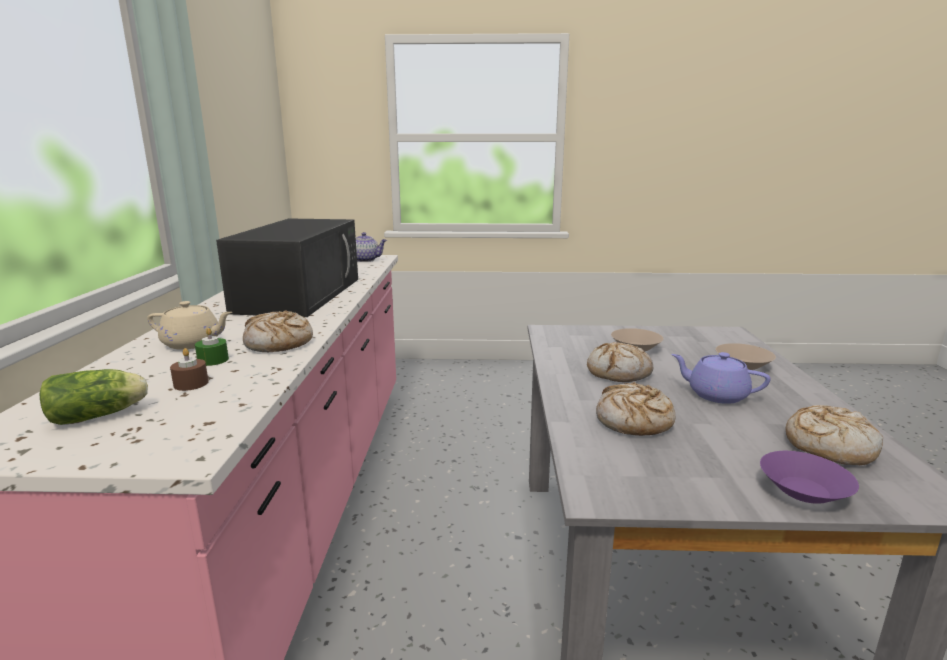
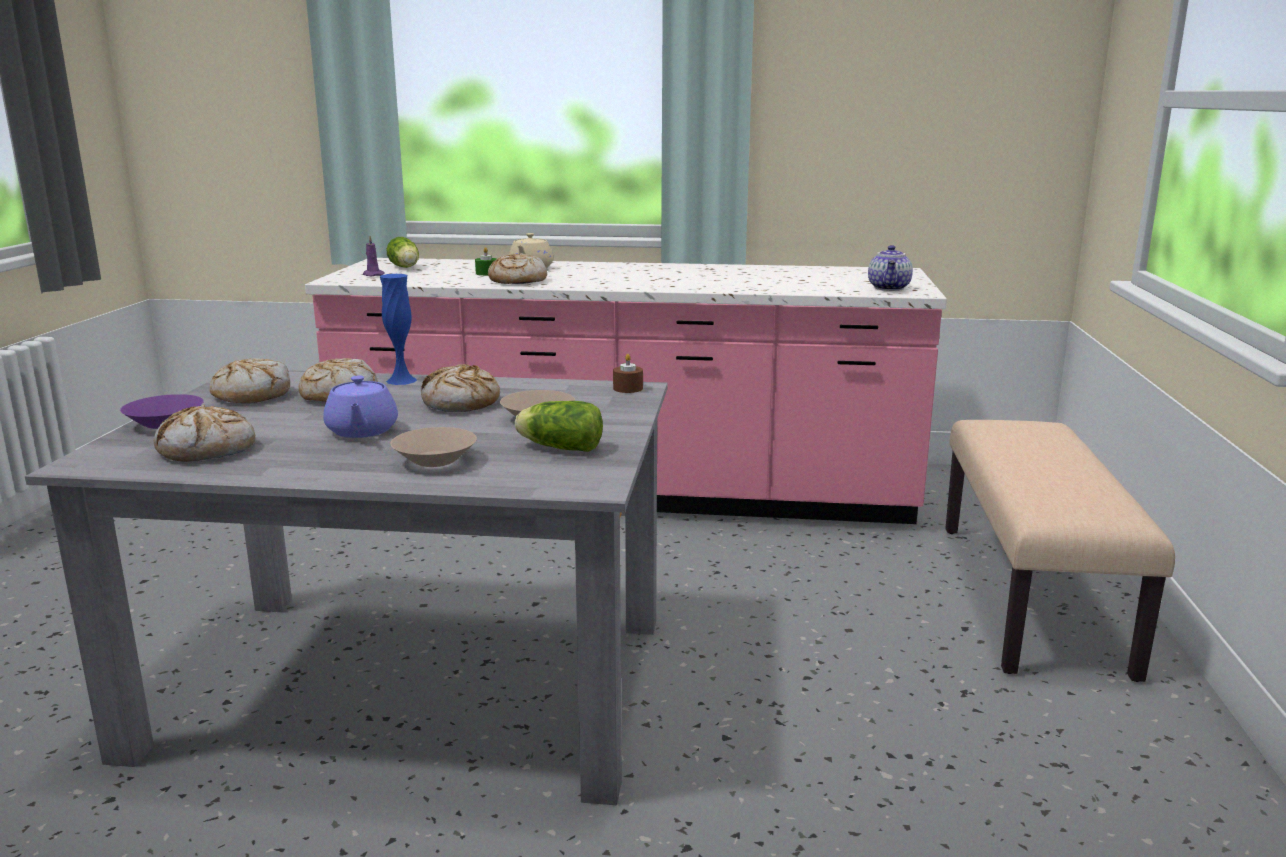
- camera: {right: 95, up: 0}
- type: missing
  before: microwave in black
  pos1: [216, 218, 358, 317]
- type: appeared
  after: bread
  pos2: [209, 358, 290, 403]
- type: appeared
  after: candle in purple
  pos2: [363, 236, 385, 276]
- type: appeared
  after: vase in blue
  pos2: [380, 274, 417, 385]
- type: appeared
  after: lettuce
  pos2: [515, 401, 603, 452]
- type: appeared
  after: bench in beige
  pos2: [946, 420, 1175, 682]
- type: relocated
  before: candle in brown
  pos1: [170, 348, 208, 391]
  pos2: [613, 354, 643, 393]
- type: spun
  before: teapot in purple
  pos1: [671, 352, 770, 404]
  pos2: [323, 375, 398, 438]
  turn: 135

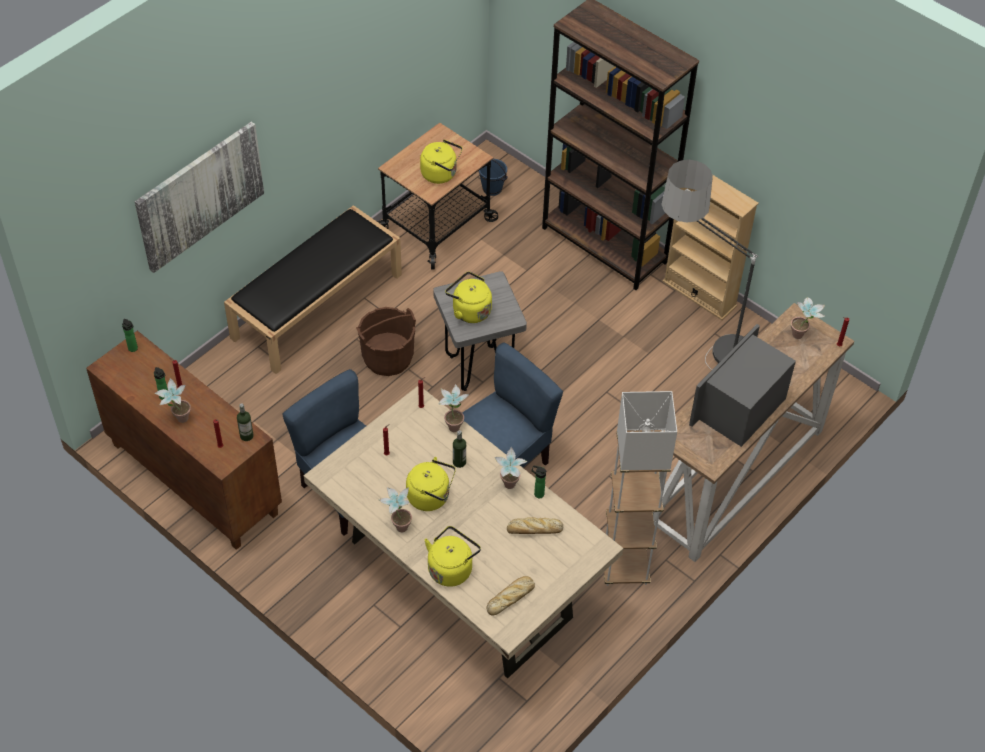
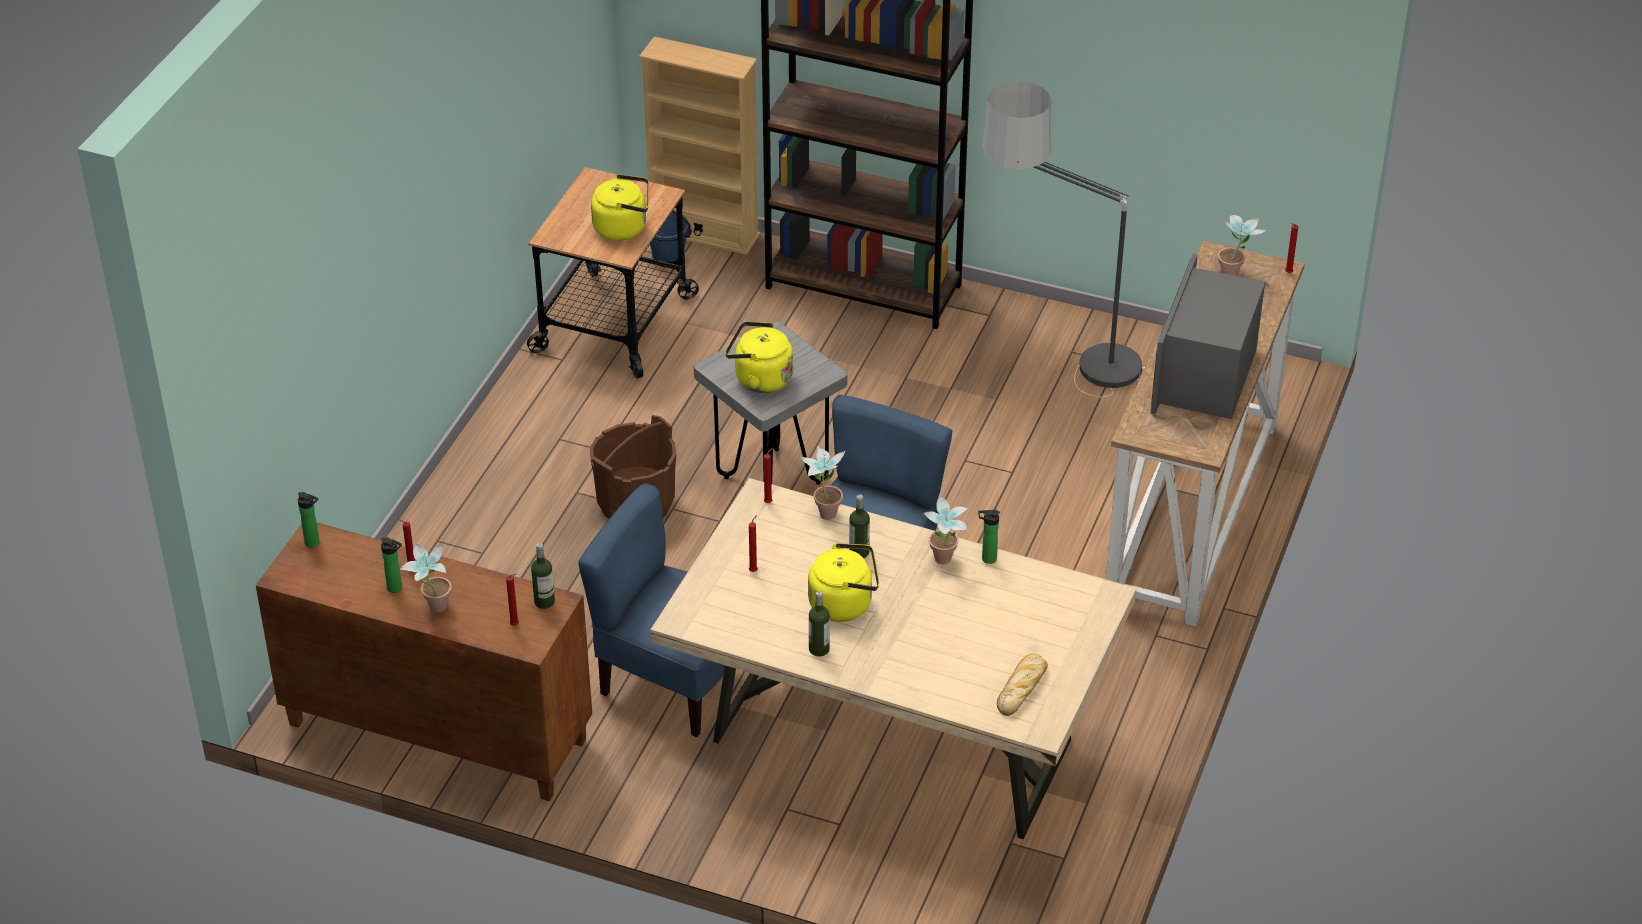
- camera: {right: -20, up: -10}
- type: missing
  before: picture
  pos1: [135, 122, 264, 273]
- type: missing
  before: bench in black
  pos1: [224, 205, 402, 374]
- type: missing
  before: kettle in yellow
  pos1: [425, 526, 481, 587]
- type: missing
  before: bread
  pos1: [507, 517, 563, 534]
- type: missing
  before: floor lamp in white
  pos1: [604, 391, 677, 586]
- type: relocated
  before: bookcase in beige
  pos1: [662, 175, 759, 320]
  pos2: [639, 37, 760, 255]
- type: exchanged
  before: potted plant
  after: bottle
  pos1: [378, 487, 412, 532]
  pos2: [809, 591, 830, 656]

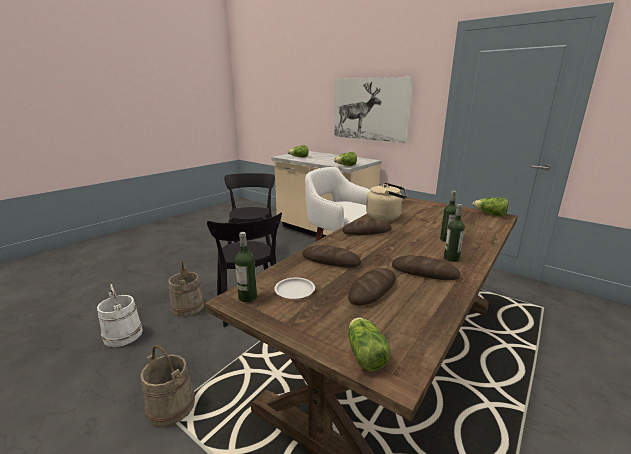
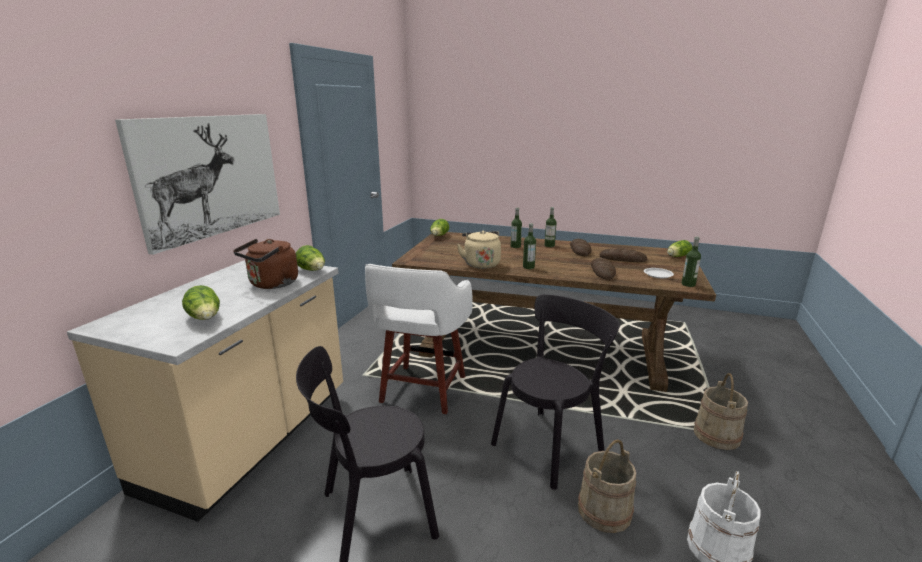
- camera: {right: -110, up: 0}
- type: appeared
  after: kettle in brown
  pos2: [233, 239, 298, 289]
- type: exchanged
  before: bread
  after: bottle
  pos1: [342, 220, 392, 235]
  pos2: [523, 223, 536, 269]

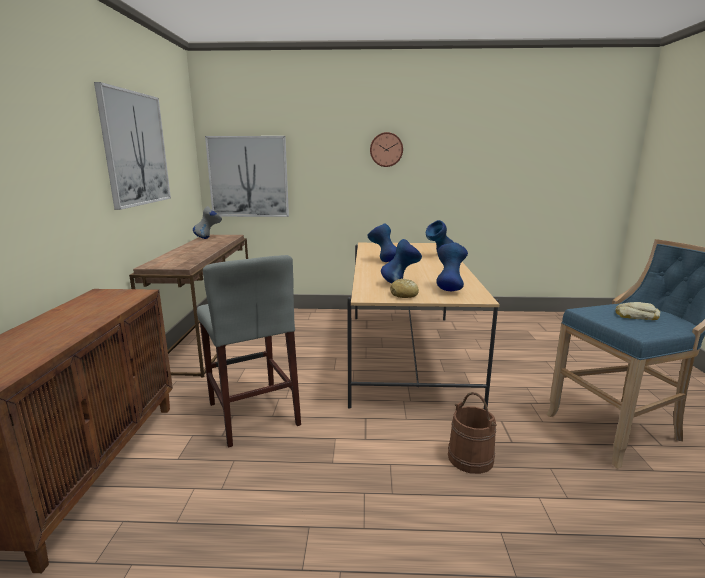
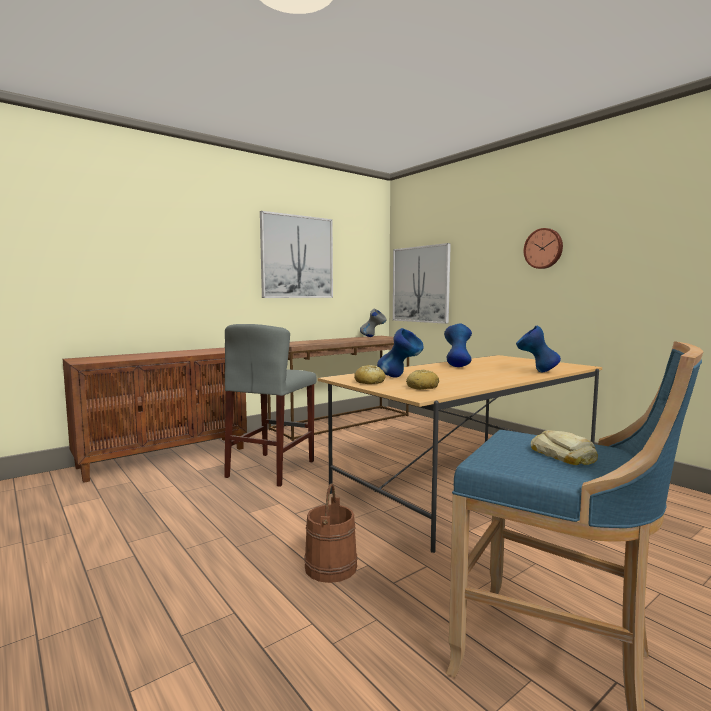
- camera: {right: 50, up: -10}
- type: exchanged
  before: vase in blue
  after: bread
  pos1: [436, 242, 468, 291]
  pos2: [406, 369, 439, 390]

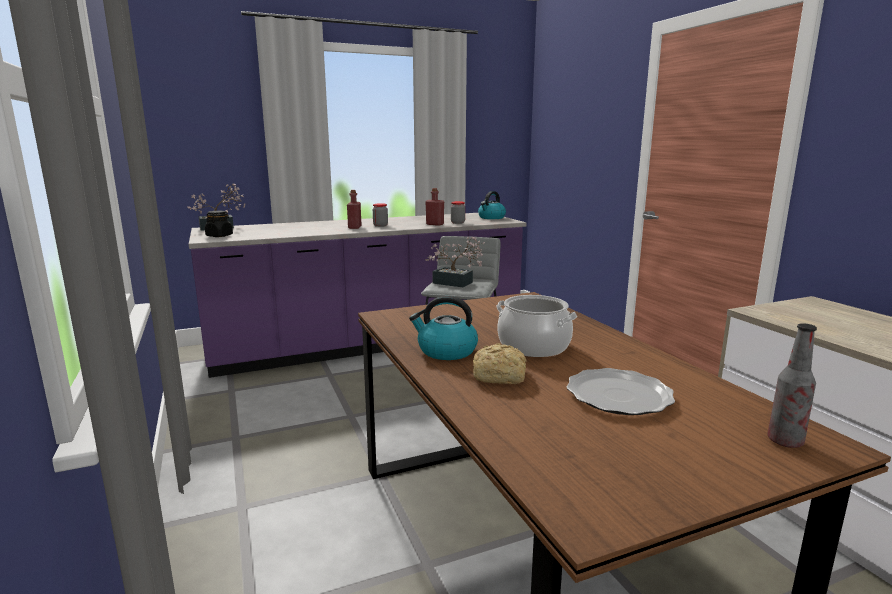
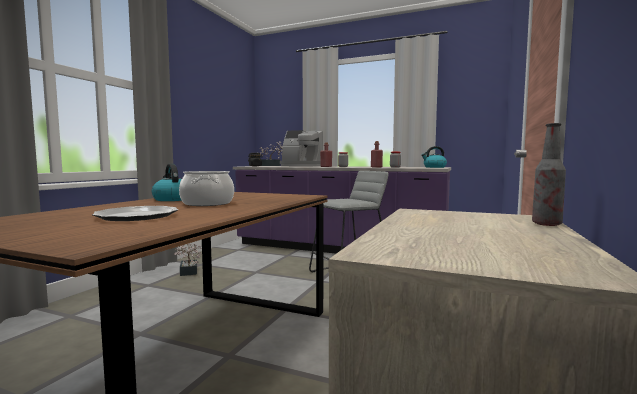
- camera: {right: 45, up: -10}
- type: missing
  before: bread
  pos1: [473, 343, 527, 384]
- type: appeared
  after: coffee machine
  pos2: [280, 130, 323, 166]
- type: relocated
  before: potted plant
  pos1: [425, 236, 485, 287]
  pos2: [174, 243, 202, 276]
- type: relocated
  before: bottle
  pos1: [768, 323, 817, 448]
  pos2: [532, 123, 566, 226]

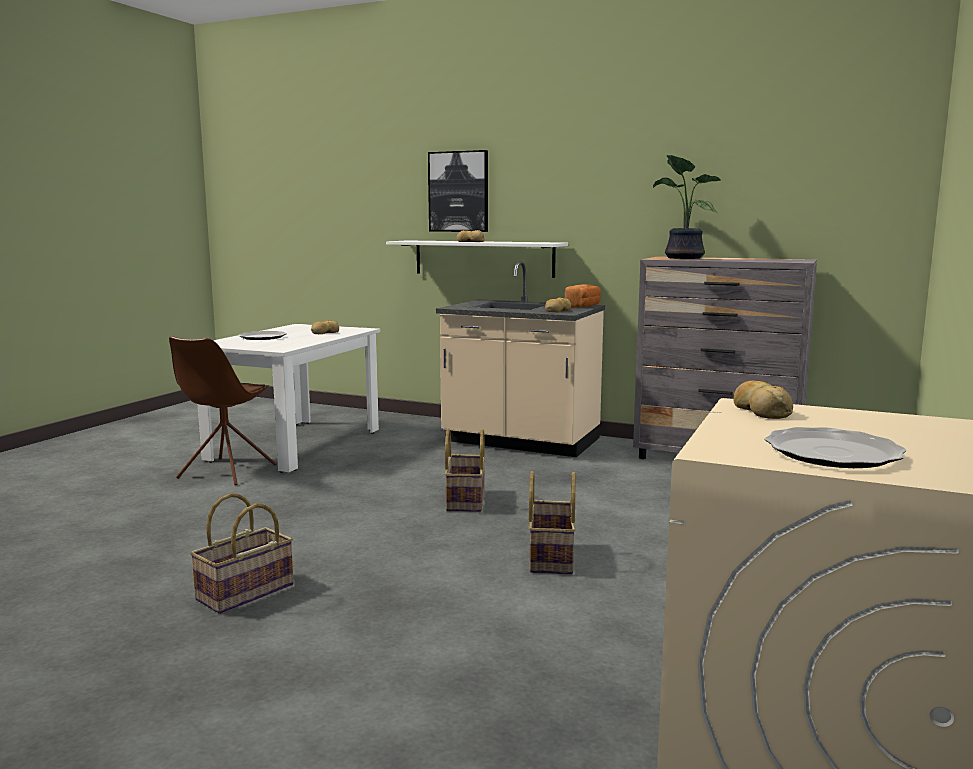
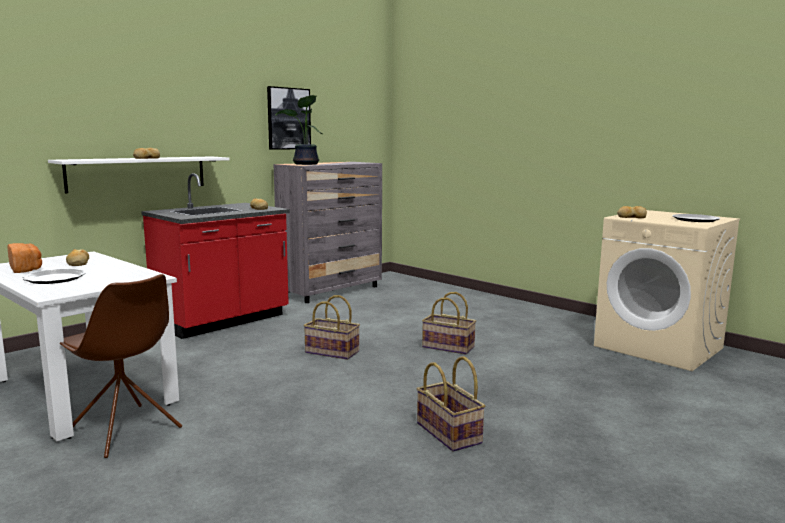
- camera: {right: -70, up: 0}
- type: relocated
  before: picture
  pos1: [428, 150, 488, 232]
  pos2: [267, 86, 311, 150]
- type: relocated
  before: bread
  pos1: [565, 284, 601, 308]
  pos2: [7, 243, 42, 273]
- type: colour
  before: counter in beige
  after: counter in red
  pos1: [436, 261, 605, 457]
  pos2: [141, 173, 290, 339]

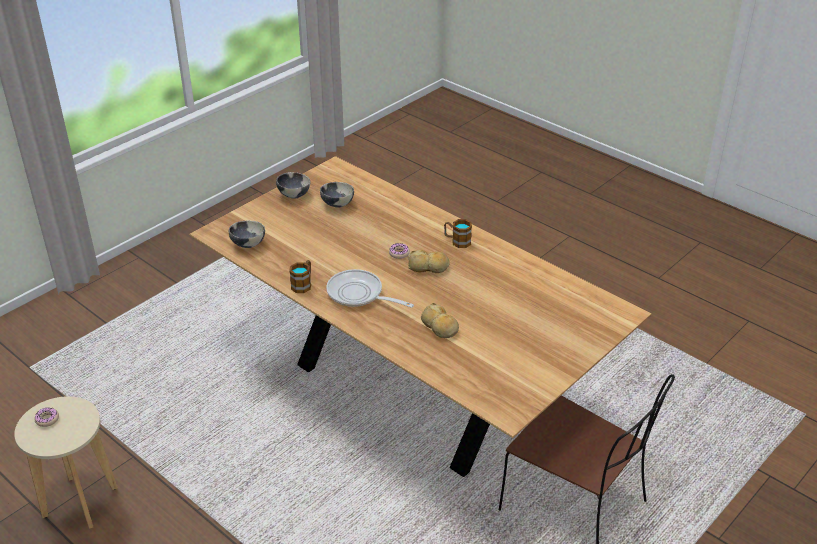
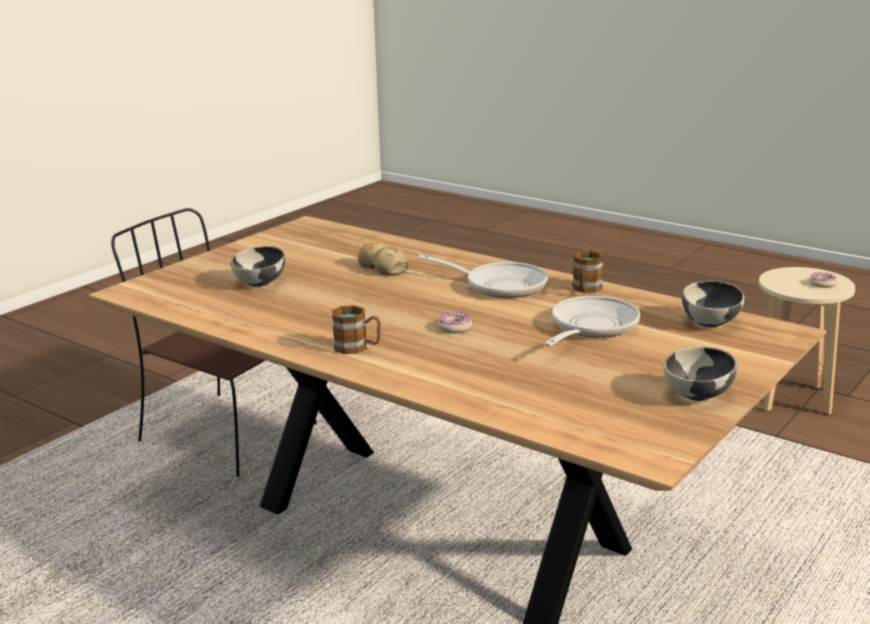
- camera: {right: 175, up: -15}
- type: missing
  before: bread
  pos1: [408, 250, 450, 273]
- type: appeared
  after: frying pan
  pos2: [544, 296, 640, 347]
- type: relocated
  before: bowl
  pos1: [320, 182, 354, 208]
  pos2: [231, 246, 285, 287]

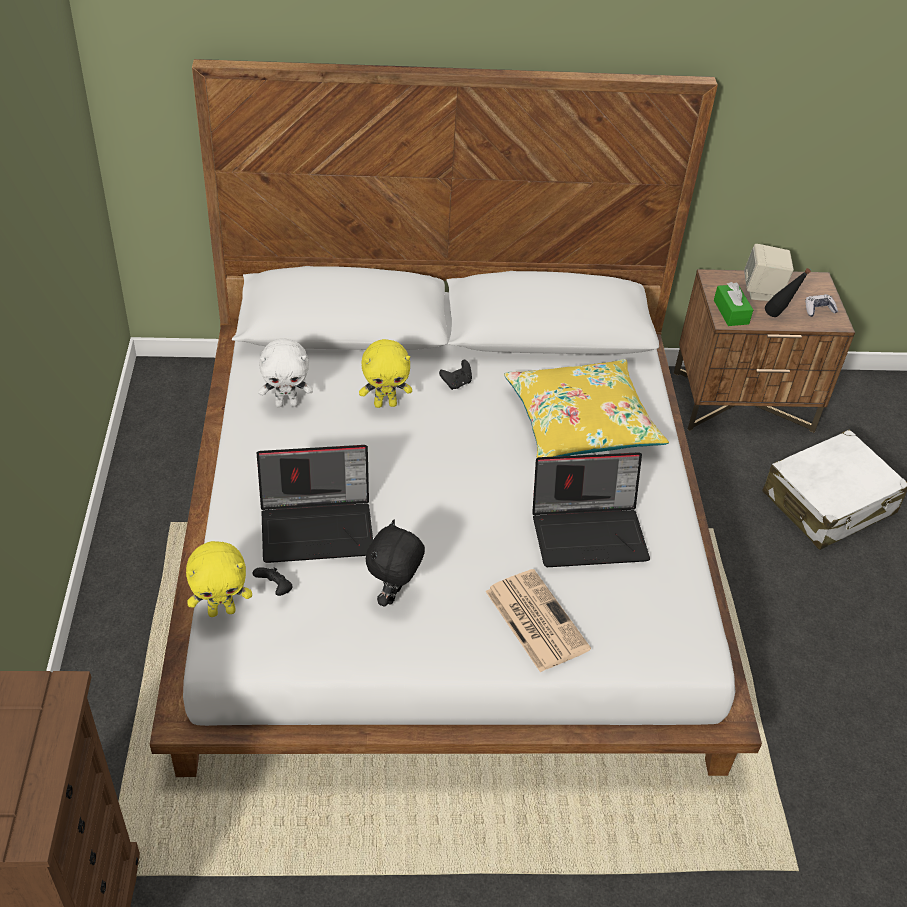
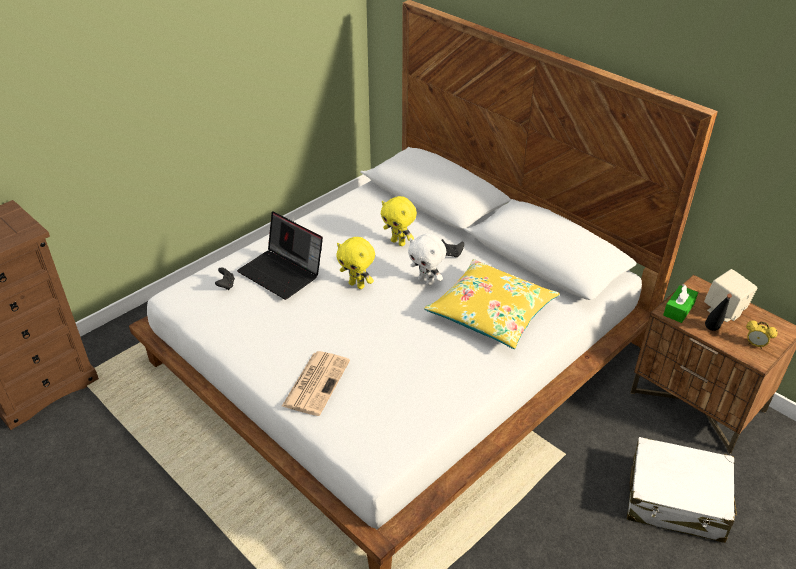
- camera: {right: 50, up: -5}
- type: missing
  before: plush toy in black
  pos1: [366, 520, 425, 607]
- type: missing
  before: laptop
  pos1: [532, 452, 650, 567]
- type: relocated
  before: plush toy in yellow
  pos1: [186, 541, 252, 617]
  pos2: [336, 237, 375, 289]
- type: relocated
  before: plush toy in white
  pos1: [259, 338, 313, 407]
  pos2: [408, 233, 446, 286]
- type: exchanged
  before: game controller
  after: alarm clock
  pos1: [805, 294, 838, 317]
  pos2: [746, 320, 778, 349]

